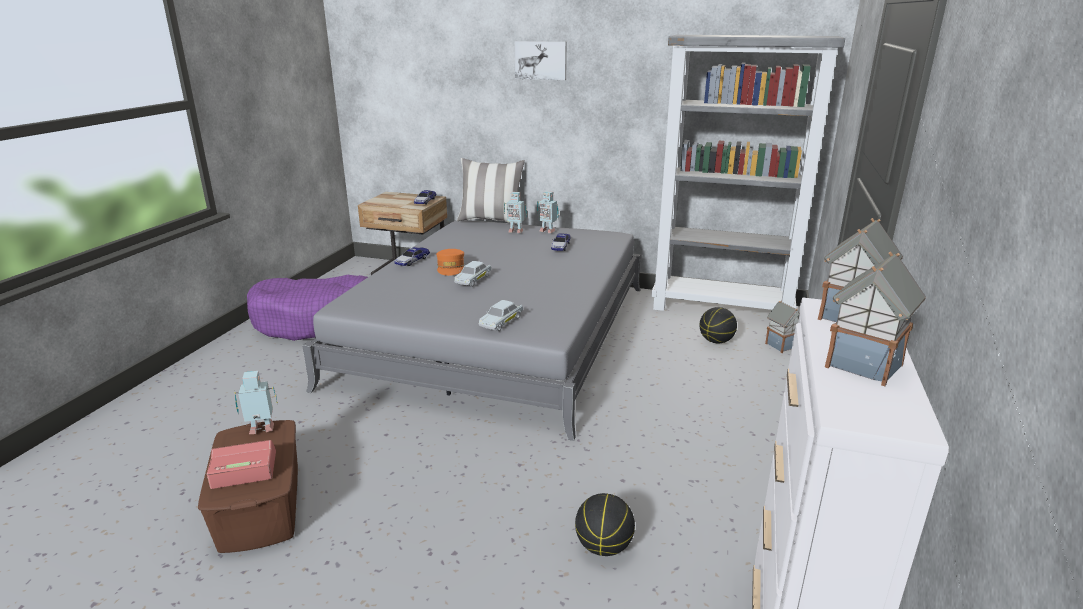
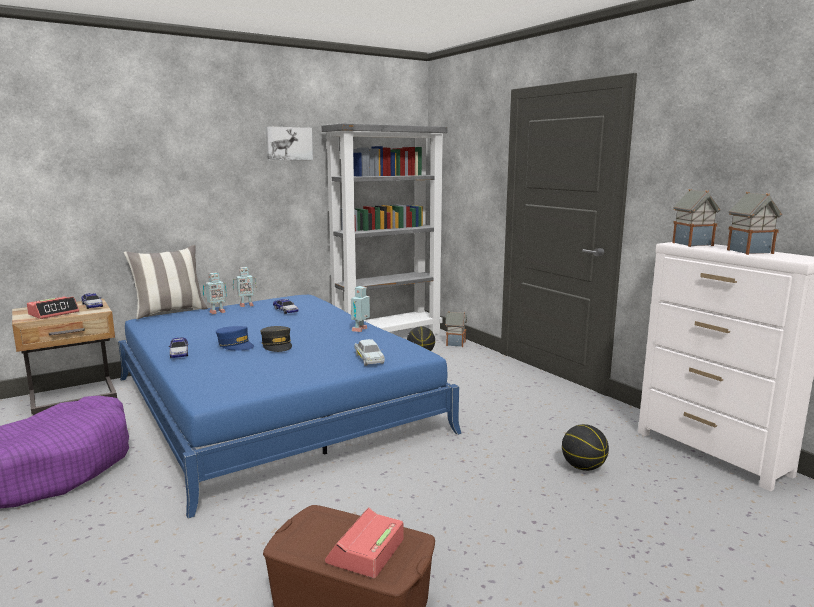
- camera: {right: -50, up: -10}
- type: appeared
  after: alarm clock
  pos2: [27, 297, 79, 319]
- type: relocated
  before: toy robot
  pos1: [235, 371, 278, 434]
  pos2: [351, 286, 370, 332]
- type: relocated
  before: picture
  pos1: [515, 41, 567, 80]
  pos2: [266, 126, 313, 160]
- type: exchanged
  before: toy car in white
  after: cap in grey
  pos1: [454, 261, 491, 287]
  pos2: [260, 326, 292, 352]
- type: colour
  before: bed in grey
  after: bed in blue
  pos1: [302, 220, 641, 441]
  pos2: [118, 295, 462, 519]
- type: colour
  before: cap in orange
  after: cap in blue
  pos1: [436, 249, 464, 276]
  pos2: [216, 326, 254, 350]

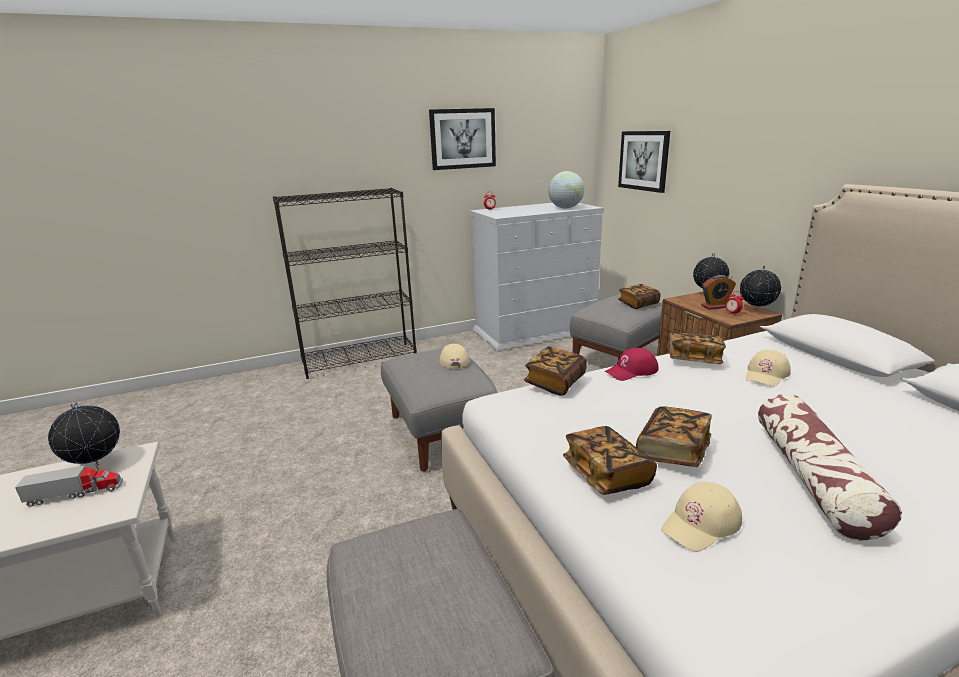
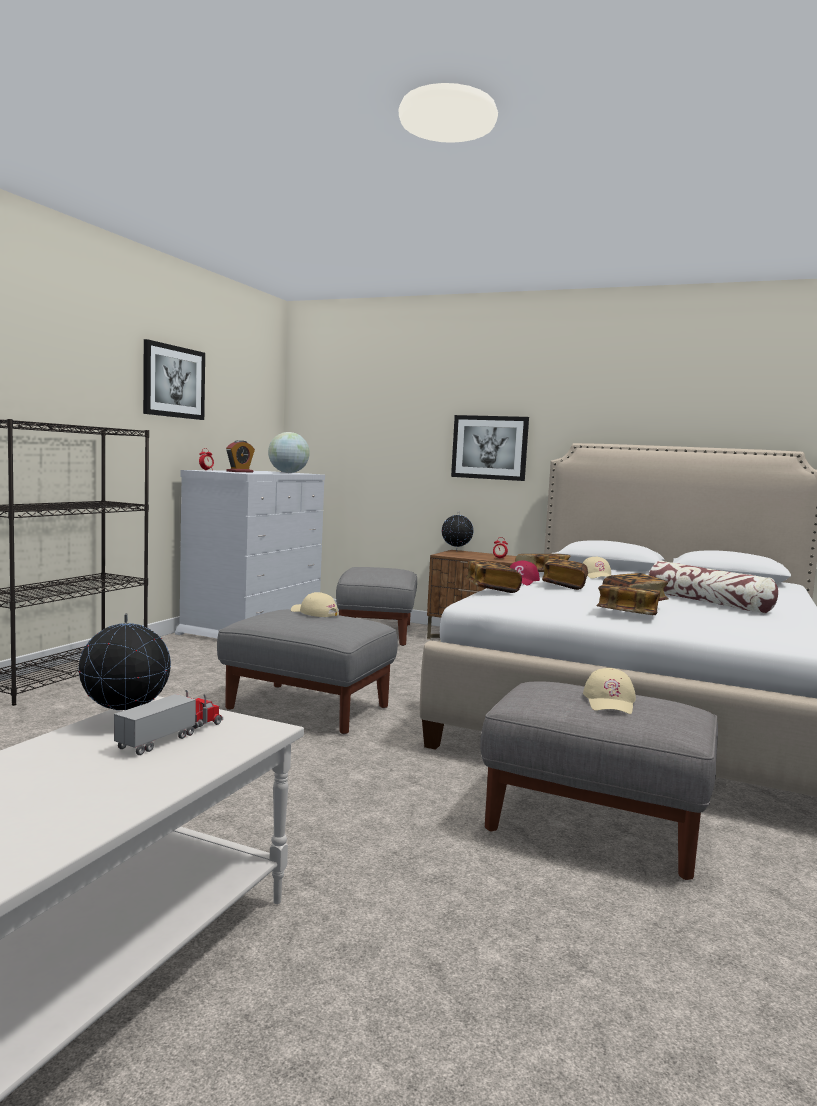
- camera: {right: -45, up: -15}
- type: missing
  before: globe
  pos1: [740, 265, 781, 311]
- type: relocated
  before: picture
  pos1: [618, 131, 670, 193]
  pos2: [451, 415, 529, 481]
- type: relocated
  before: book
  pos1: [618, 284, 661, 309]
  pos2: [542, 558, 588, 590]
- type: relocated
  before: cap in beige
  pos1: [661, 482, 742, 552]
  pos2: [583, 668, 636, 714]
- type: relocated
  before: alarm clock
  pos1: [701, 275, 736, 310]
  pos2: [226, 440, 255, 473]

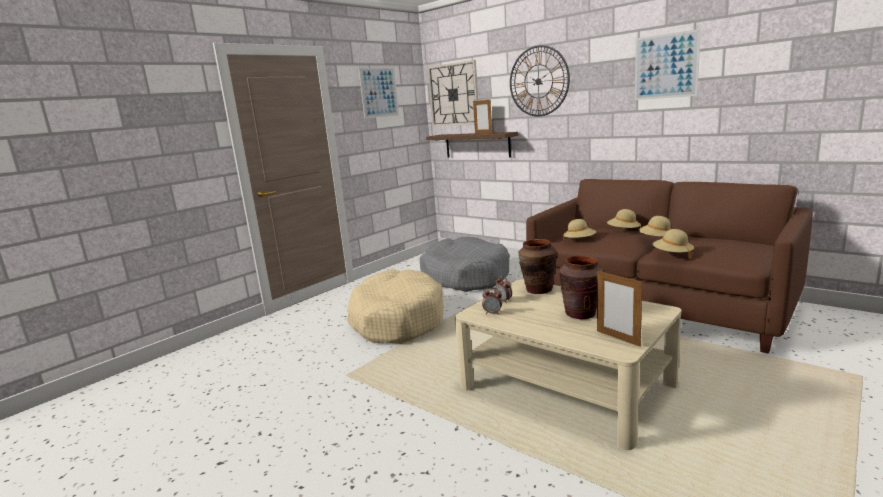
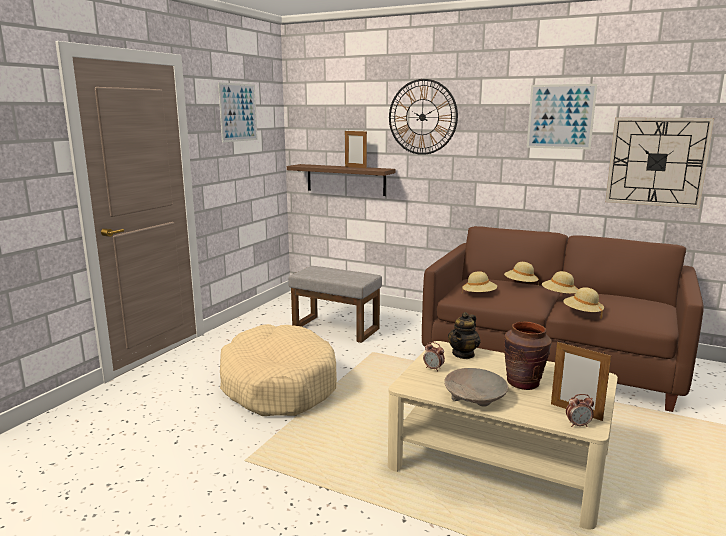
- camera: {right: -15, up: 0}
- type: appeared
  after: bowl in beige
  pos2: [444, 368, 508, 407]
- type: relocated
  before: wall clock
  pos1: [428, 60, 478, 127]
  pos2: [605, 117, 714, 208]
- type: relocated
  before: alarm clock
  pos1: [482, 288, 502, 314]
  pos2: [566, 394, 594, 427]
- type: exchanged
  before: dog bed in grey
  after: ottoman in grey
  pos1: [420, 237, 509, 292]
  pos2: [288, 266, 382, 343]
- type: exchanged
  before: vase in brown
  after: teapot
  pos1: [518, 239, 557, 294]
  pos2: [448, 312, 480, 359]

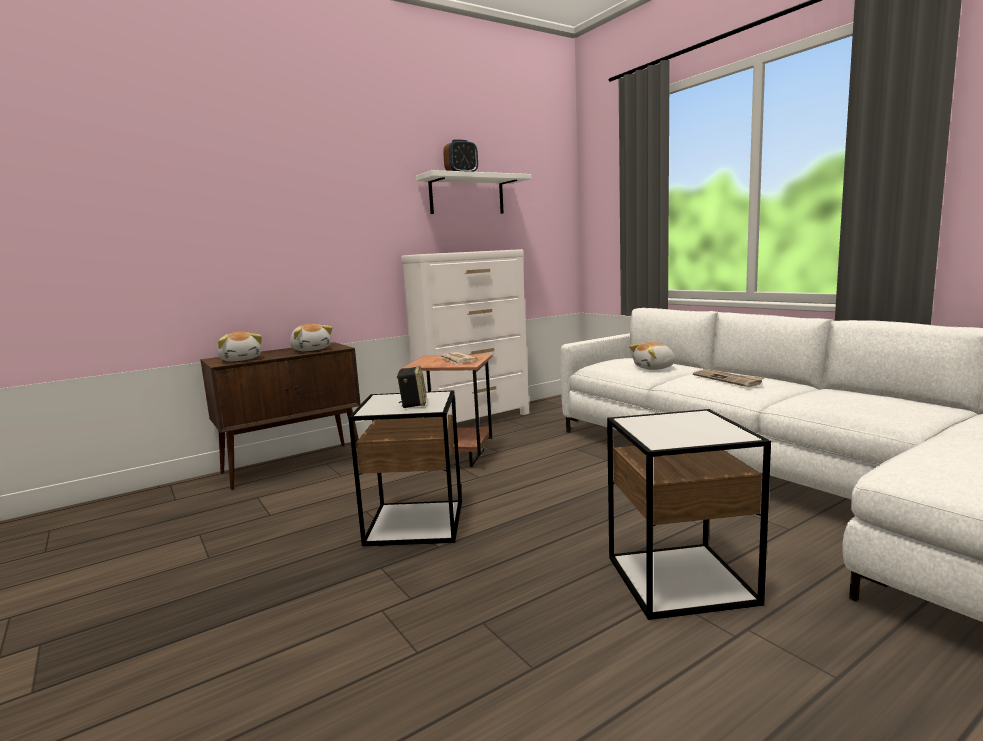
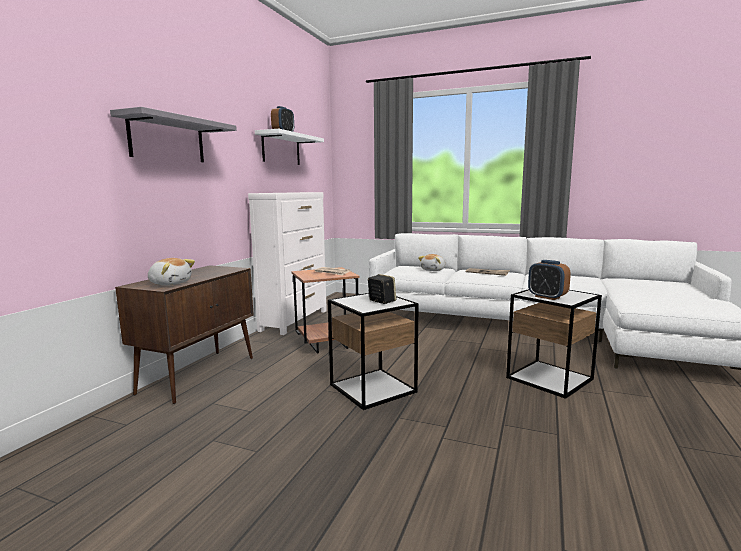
- camera: {right: -35, up: 0}
- type: missing
  before: plush toy
  pos1: [290, 324, 332, 351]
- type: appeared
  after: shelf in grey
  pos2: [110, 107, 237, 162]
- type: appeared
  after: alarm clock
  pos2: [528, 260, 571, 300]

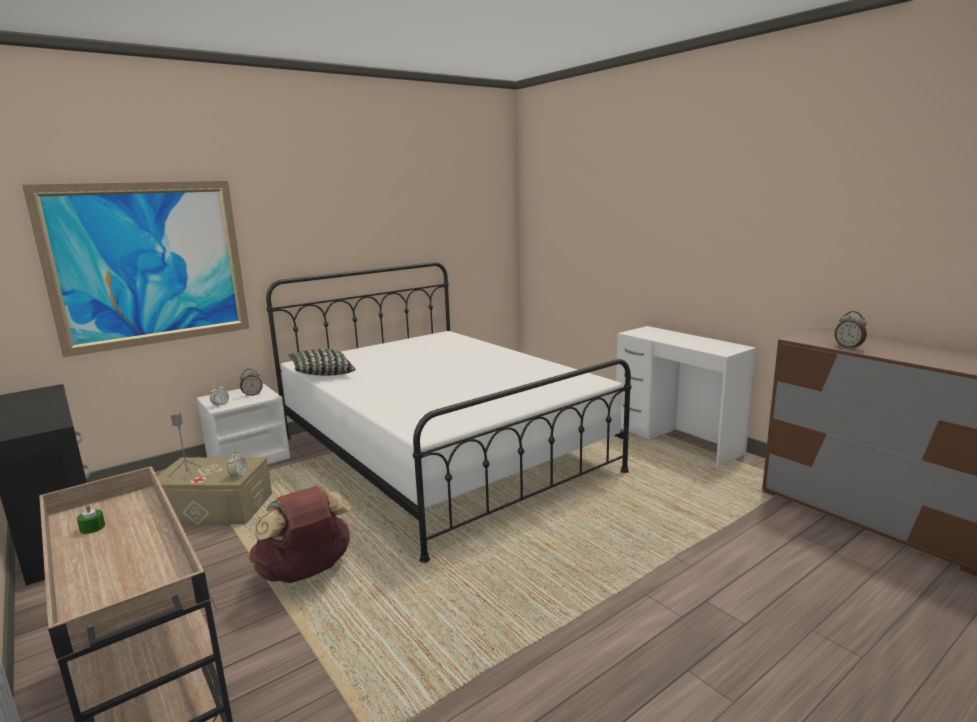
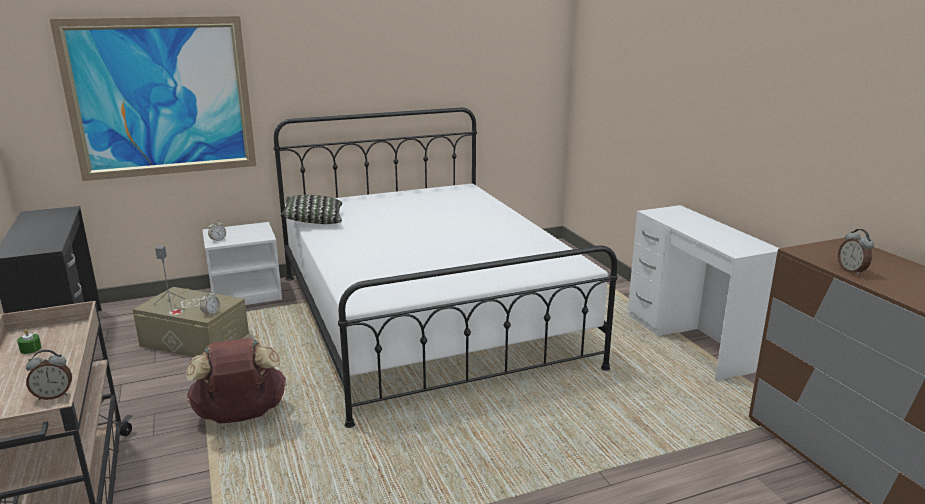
- camera: {right: 15, up: 5}
- type: relocated
  before: alarm clock
  pos1: [240, 369, 262, 397]
  pos2: [26, 350, 72, 400]

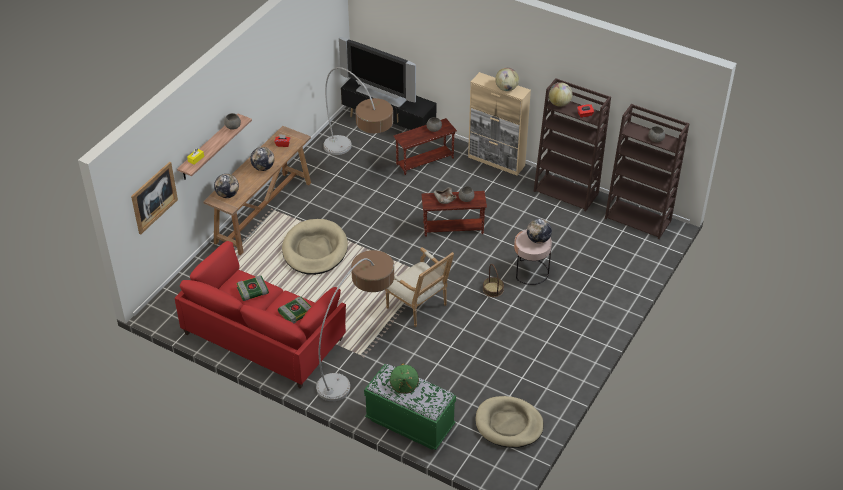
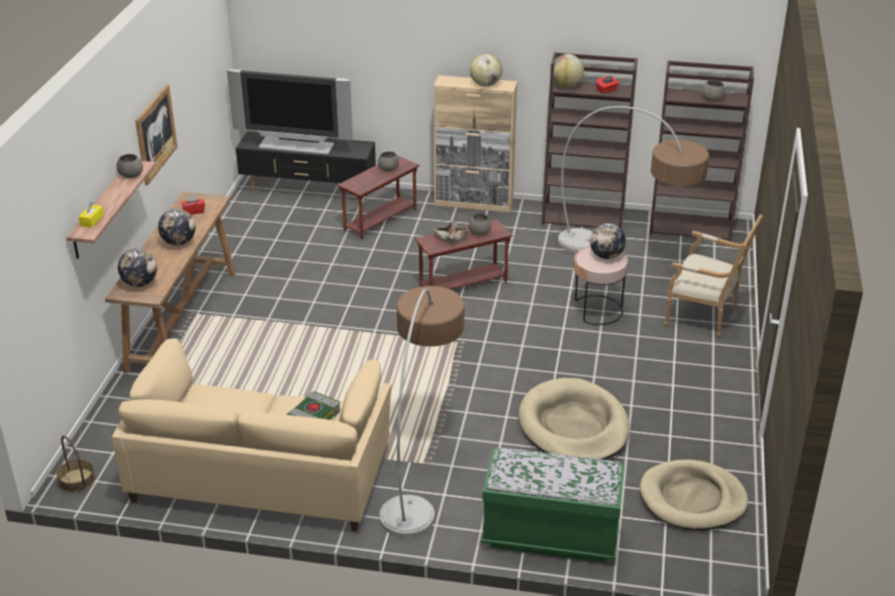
- camera: {right: -20, up: -10}
- type: missing
  before: book
  pos1: [236, 275, 269, 301]
- type: missing
  before: hat in green
  pos1: [390, 363, 419, 394]
- type: relocated
  before: picture
  pos1: [131, 162, 178, 235]
  pos2: [135, 85, 177, 185]
- type: relocated
  before: dog bed in beige
  pos1: [282, 219, 348, 275]
  pos2: [519, 378, 630, 460]
- type: relocated
  before: floor lamp
  pos1: [323, 67, 393, 155]
  pos2: [558, 106, 709, 253]
- type: relocated
  before: armchair
  pos1: [385, 247, 454, 327]
  pos2: [665, 214, 763, 338]
- type: relocated
  before: basket
  pos1: [483, 264, 504, 297]
  pos2: [57, 435, 95, 493]
- type: colour
  before: sofa in red
  after: sofa in beige
  pos1: [175, 241, 346, 389]
  pos2: [112, 338, 391, 532]

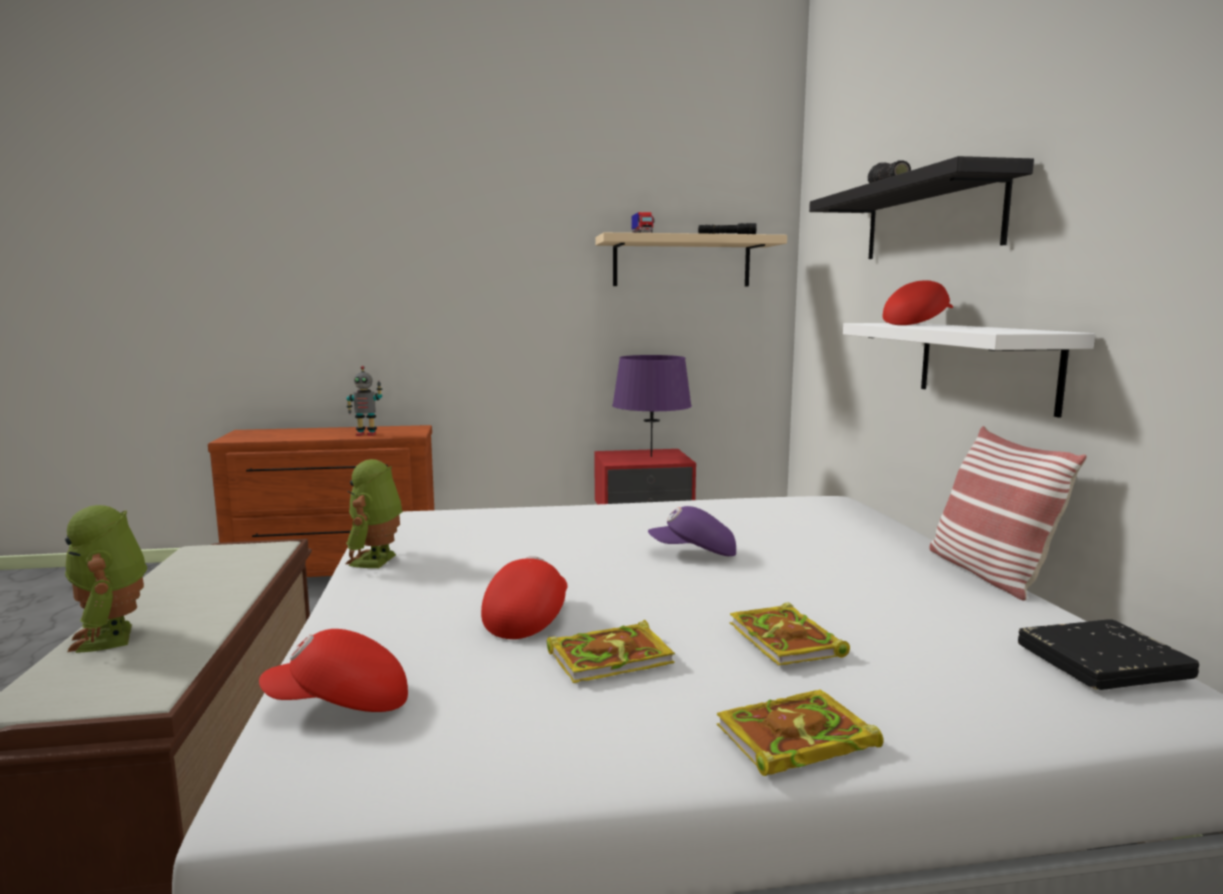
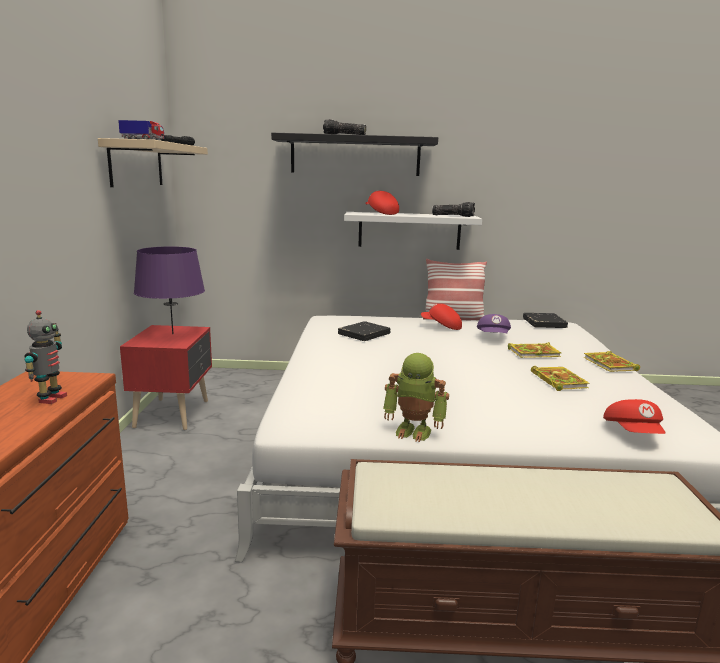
- camera: {right: -80, up: 5}
- type: missing
  before: toy robot
  pos1: [65, 505, 147, 653]
- type: appeared
  after: book in black
  pos2: [338, 321, 390, 341]
- type: appeared
  after: flashlight
  pos2: [432, 202, 475, 217]
- type: relocated
  before: cap in red
  pos1: [481, 556, 568, 639]
  pos2: [421, 303, 462, 330]
- type: relocated
  before: cap in purple
  pos1: [648, 506, 736, 556]
  pos2: [477, 314, 511, 333]

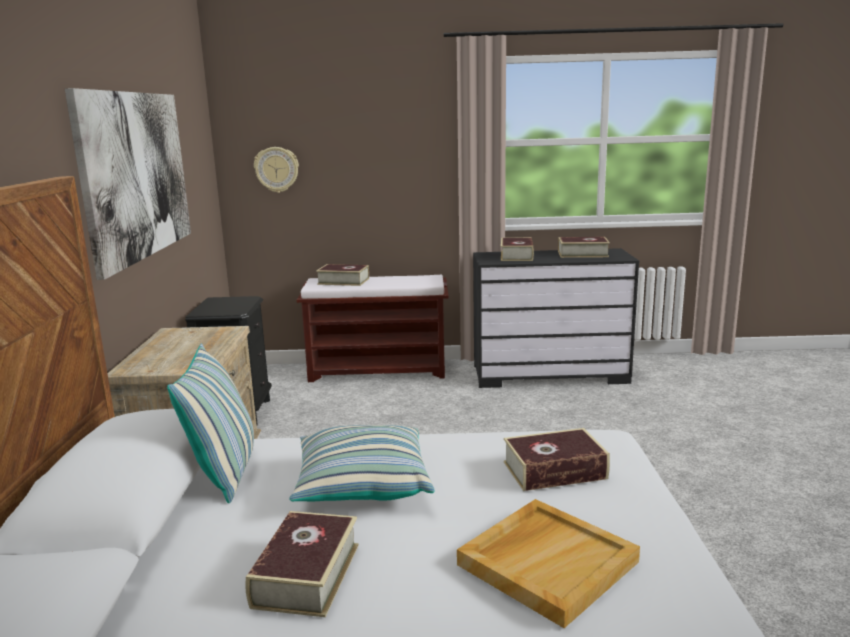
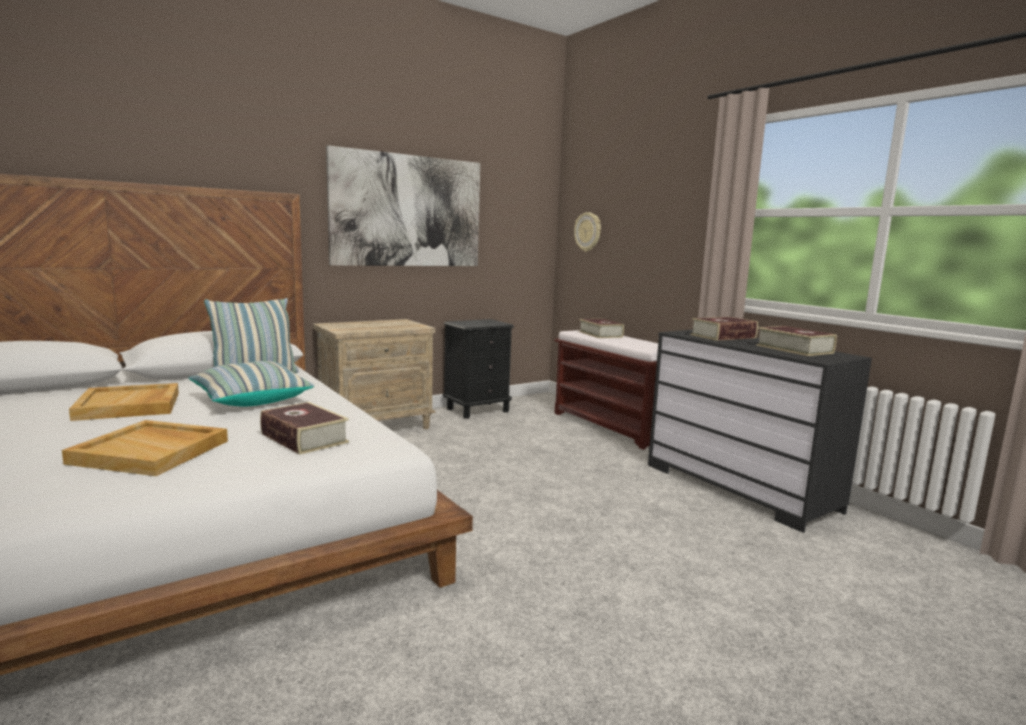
- camera: {right: 55, up: -5}
- type: exchanged
  before: book
  after: tray in beige
  pos1: [245, 511, 359, 617]
  pos2: [69, 383, 179, 421]

